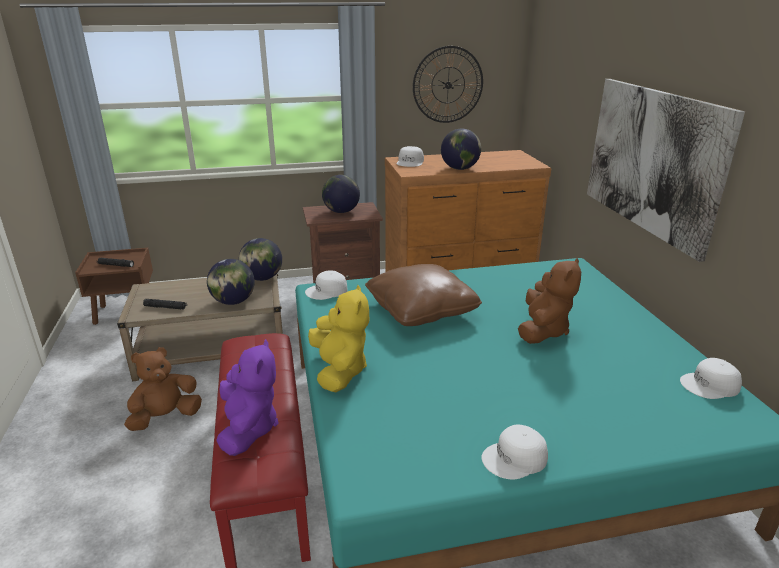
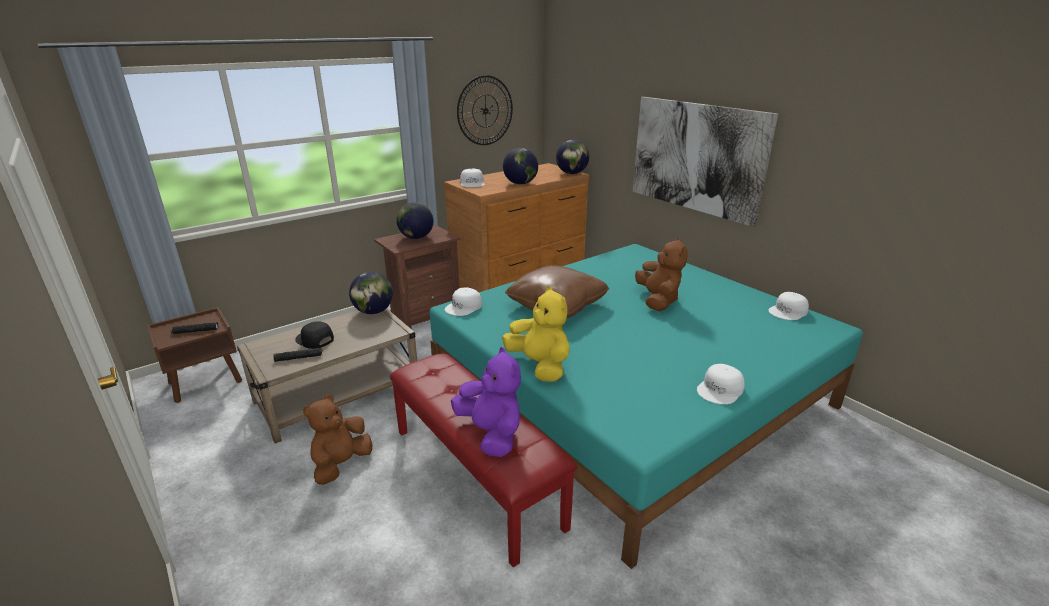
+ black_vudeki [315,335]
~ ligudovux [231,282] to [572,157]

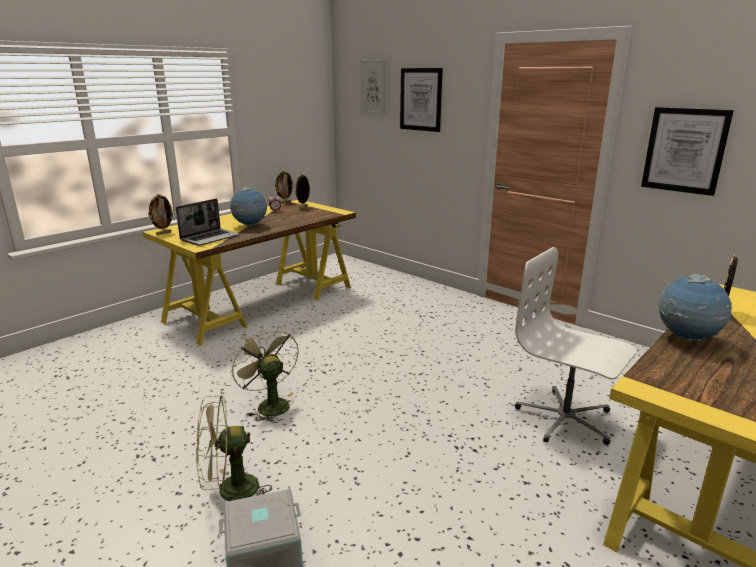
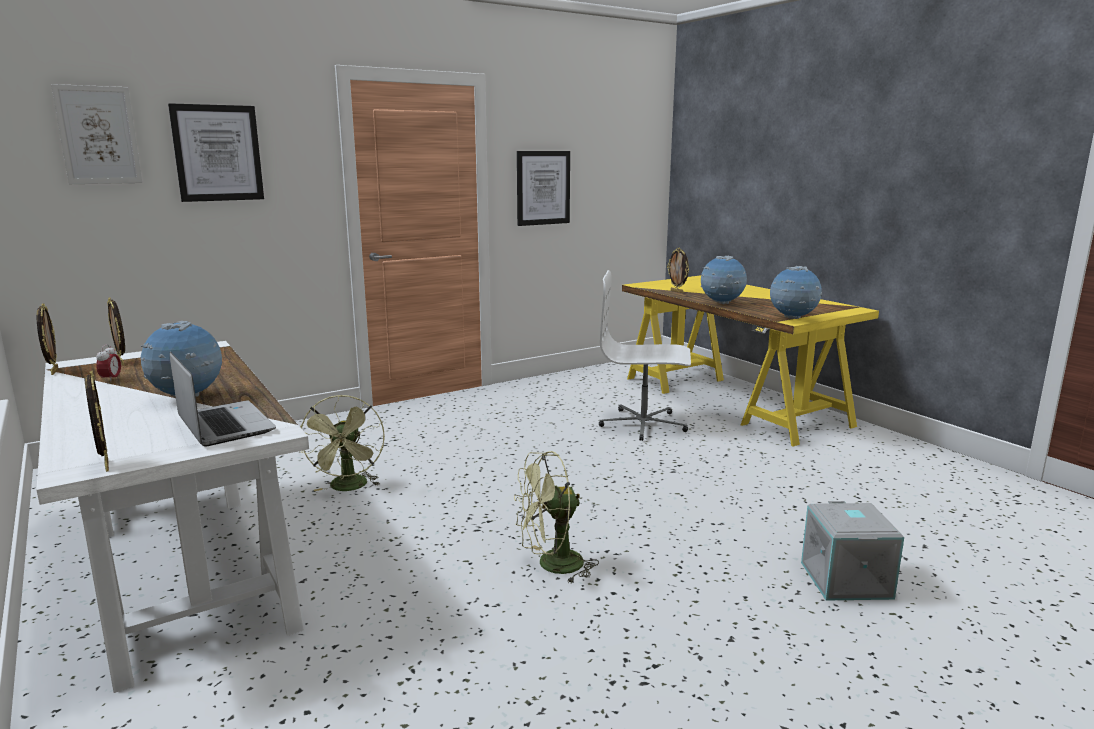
~ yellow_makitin [249,273] to white_makitin [172,517]
~ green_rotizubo [234,448] to [342,443]
~ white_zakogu [576,346] = [645,355] 45 degrees clockwise
+ ligudovux [796,292]

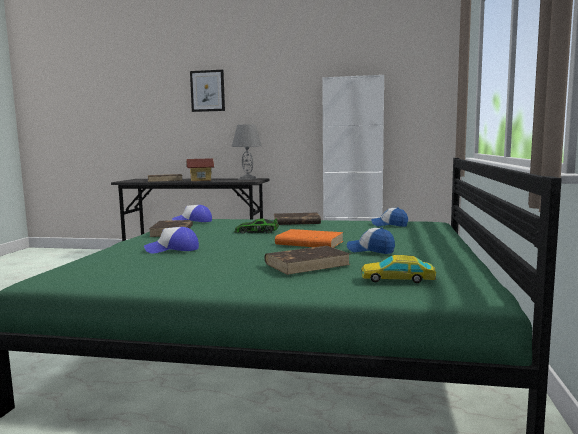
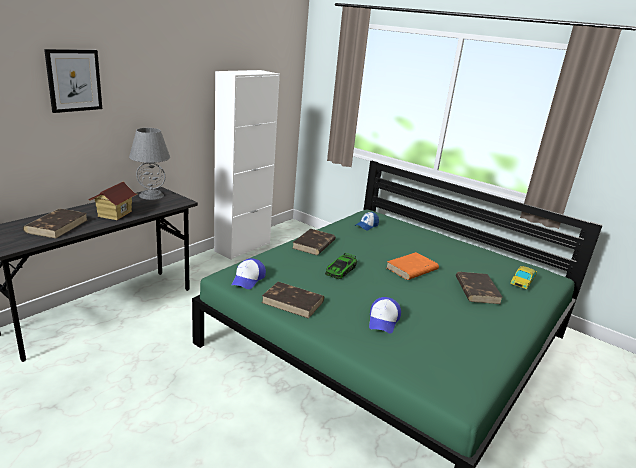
- vudeki [371,240]

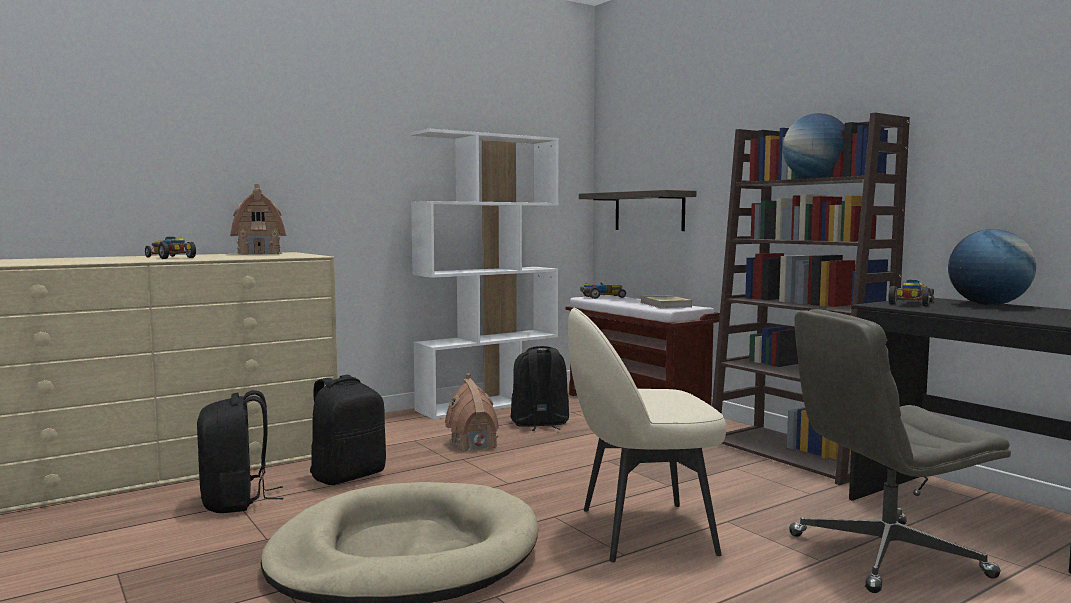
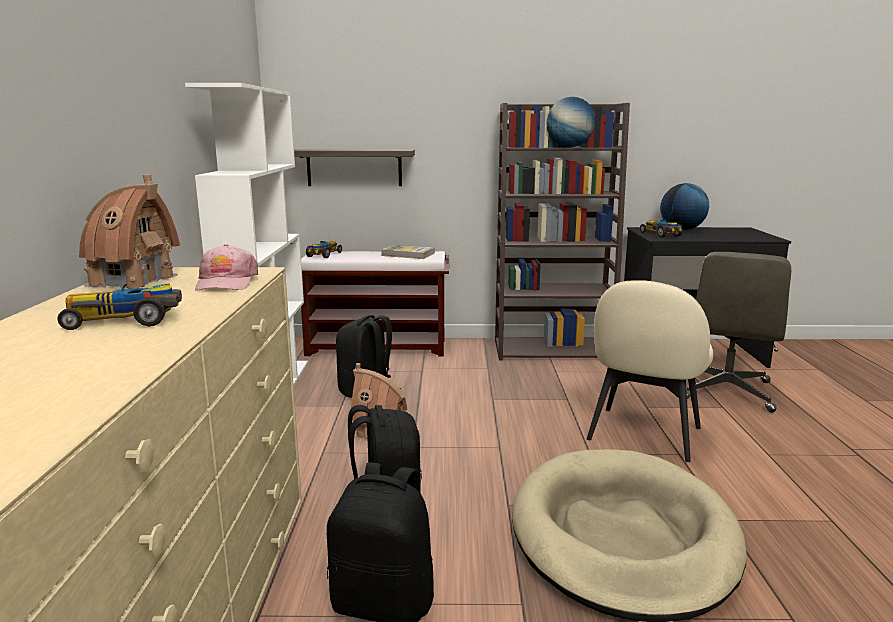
+ pink_vudeki [226,267]

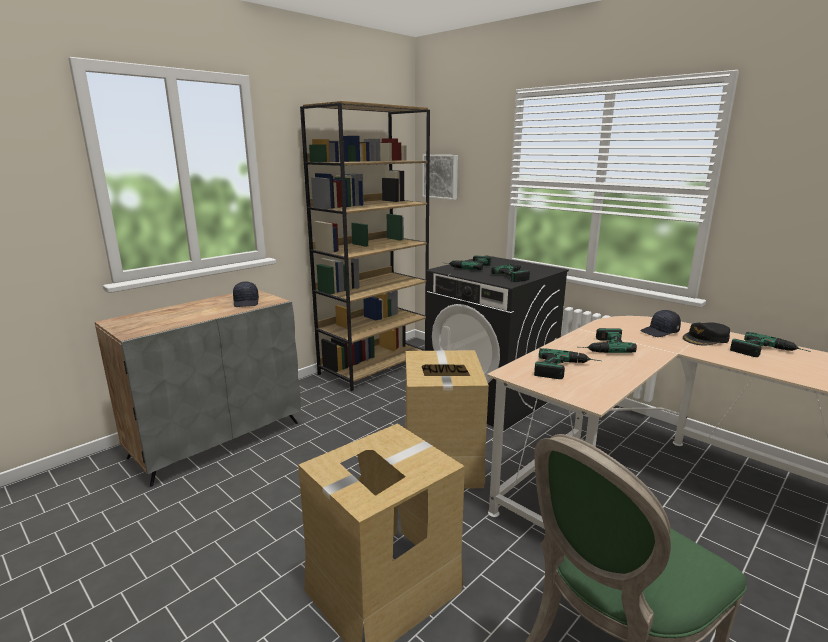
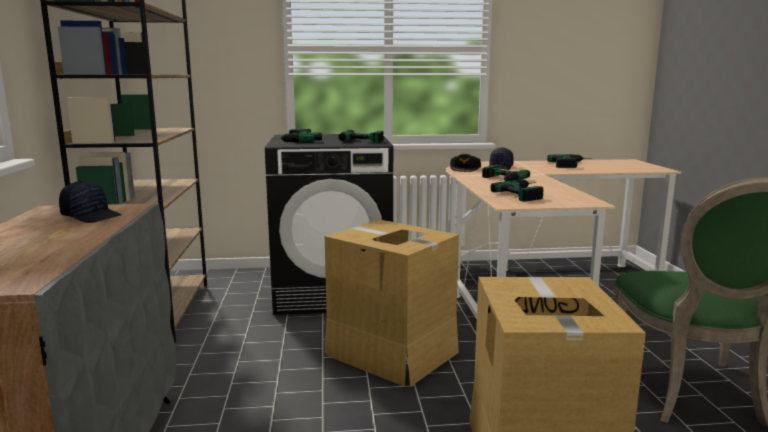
~ black_vudeki [706,333] to [465,163]
- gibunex [440,177]

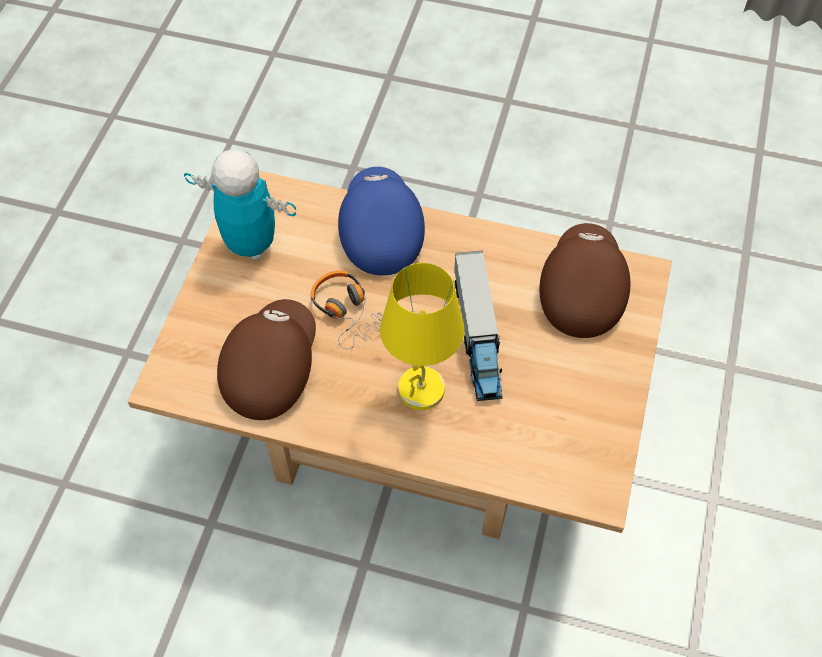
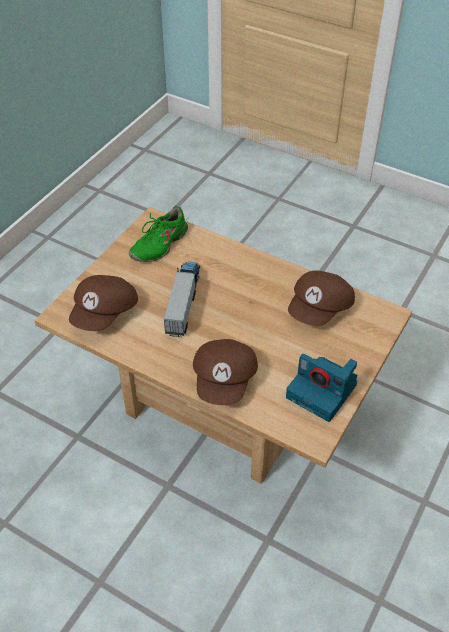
+ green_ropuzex [158,233]
~ blue_vudeki [381,221] to brown_vudeki [225,372]
~ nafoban [240,204] to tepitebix [321,388]
- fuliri [348,310]
- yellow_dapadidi [422,336]

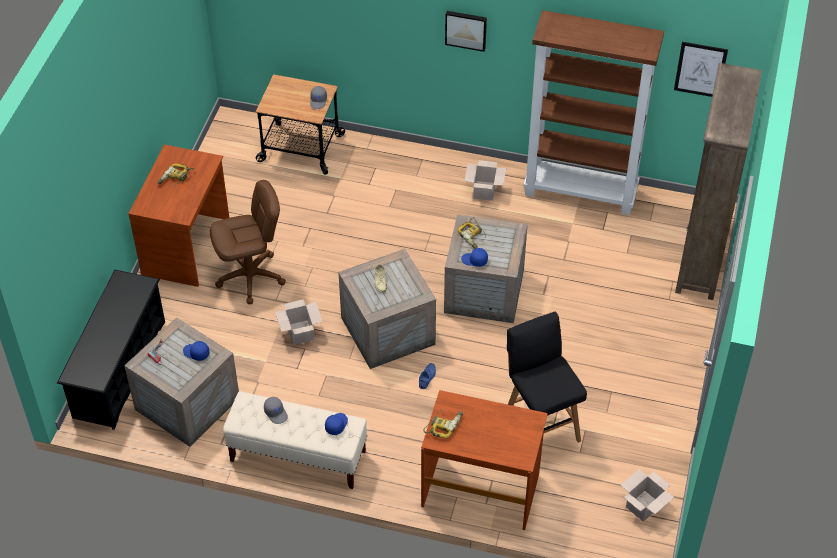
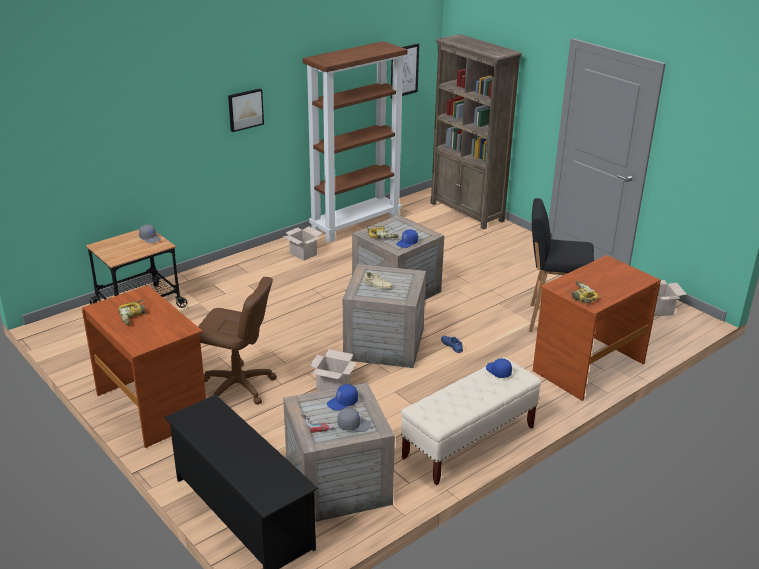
~ brown_zakogu [248,242] = [237,341] 90 degrees clockwise
~ grey_vudeki [276,410] to [354,420]

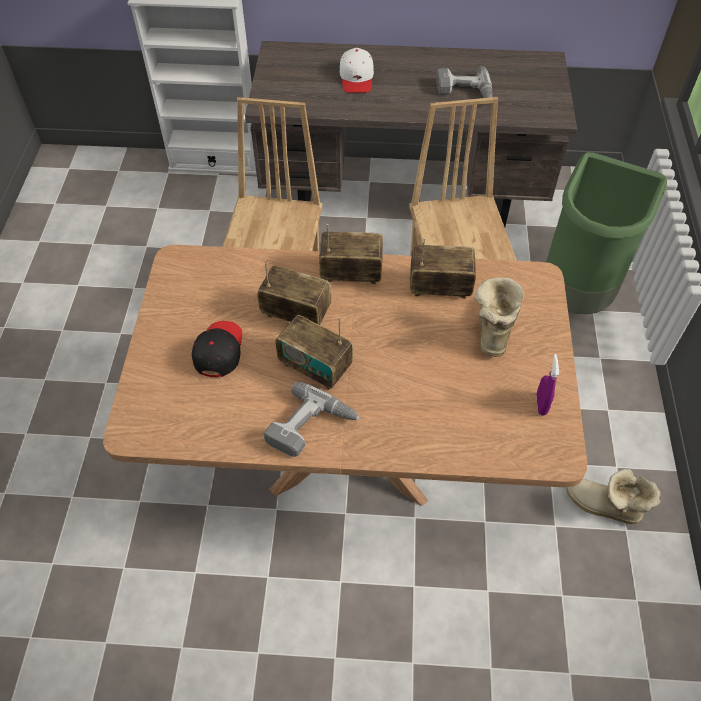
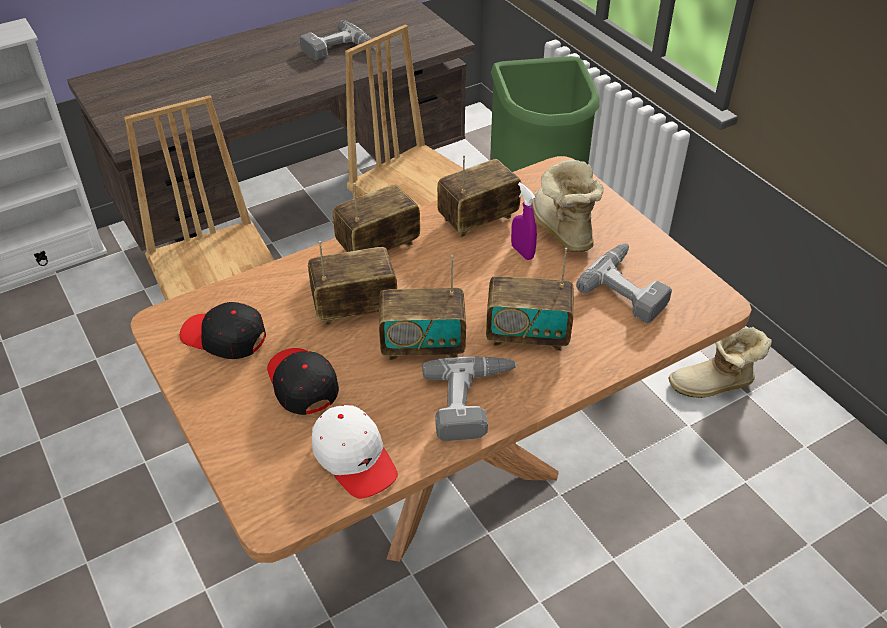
+ black_vudeki [223,330]
~ white_vudeki [357,70] to [355,452]
+ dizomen [529,299]
~ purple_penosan [548,385] to [524,221]
+ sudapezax [624,283]

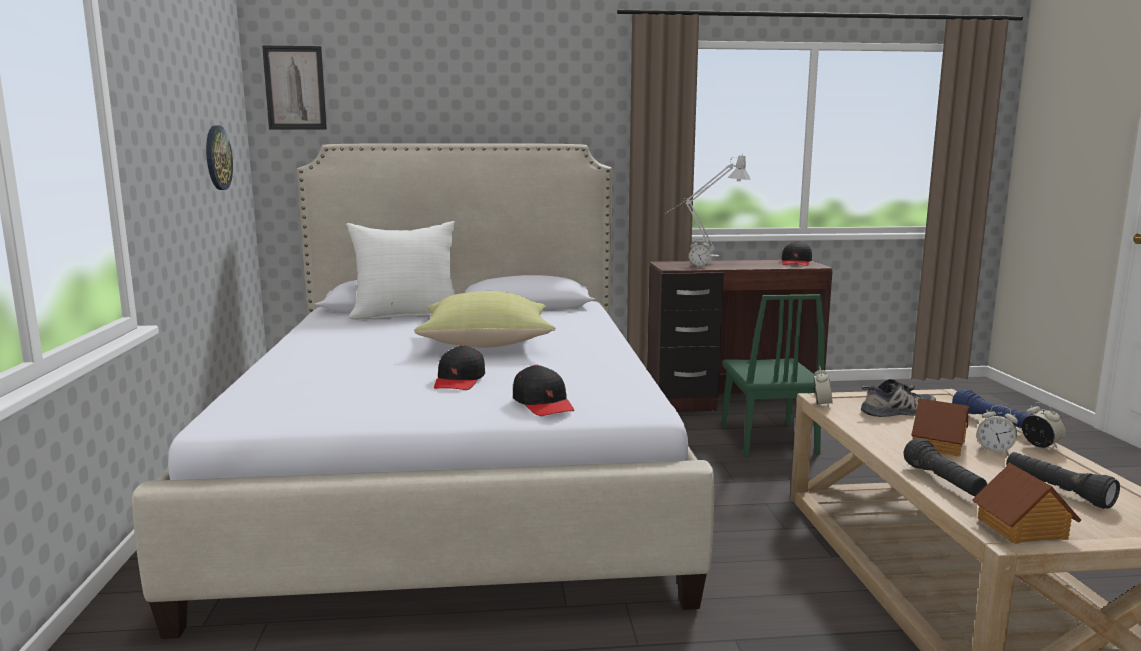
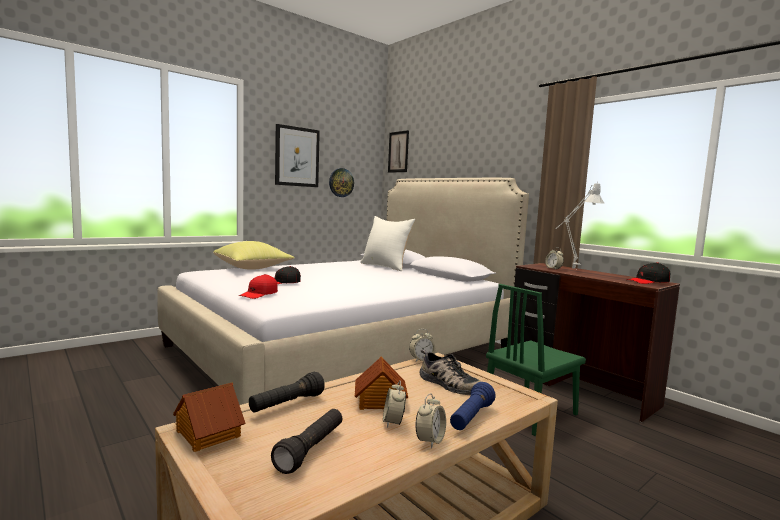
~ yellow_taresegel [485,319] to [254,255]
~ black_vudeki [543,390] to red_vudeki [258,286]
+ gibunex [297,155]

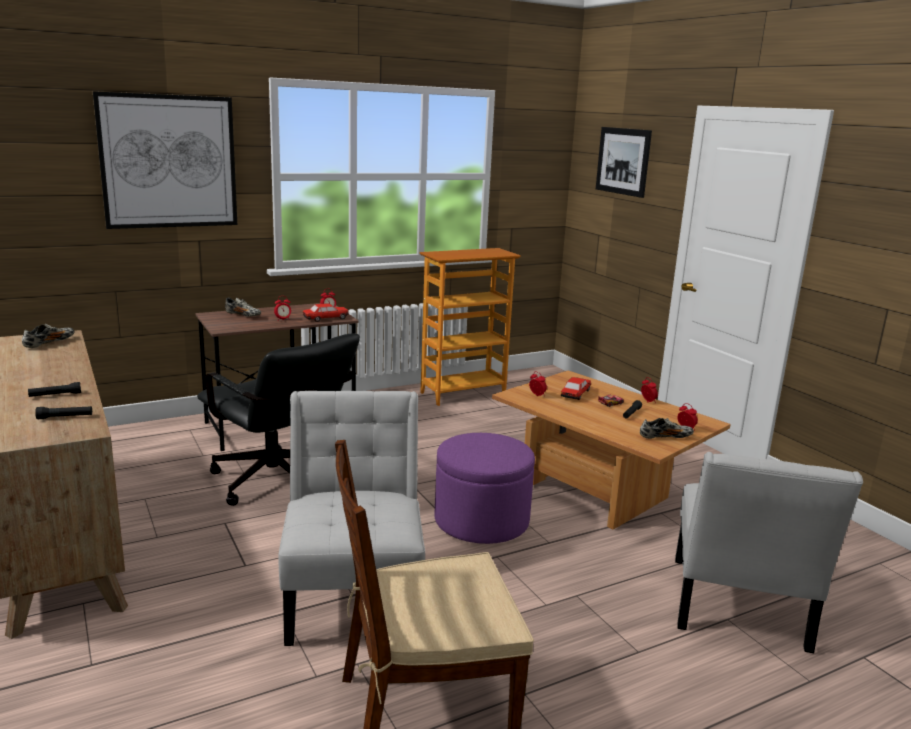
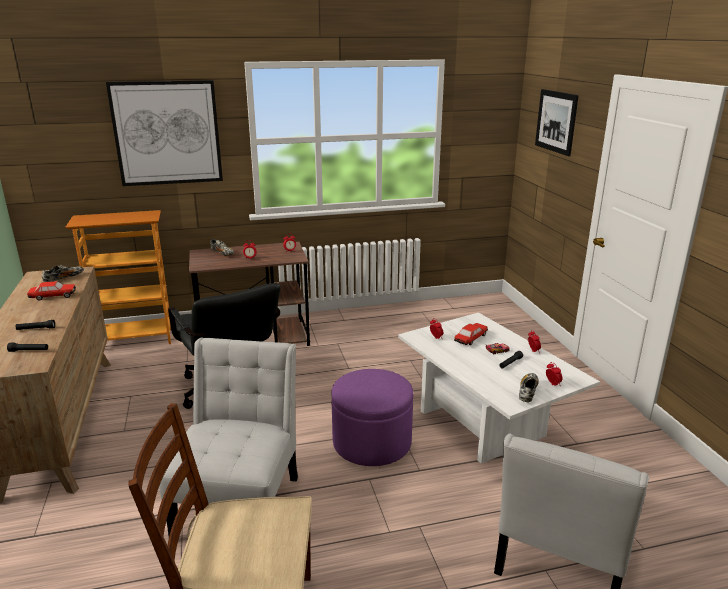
~ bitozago [326,312] to [51,291]
~ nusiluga [470,327] to [118,277]
~ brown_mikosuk [611,450] to white_mikosuk [499,388]
~ ropuzex [667,428] = [529,387] 75 degrees counterclockwise

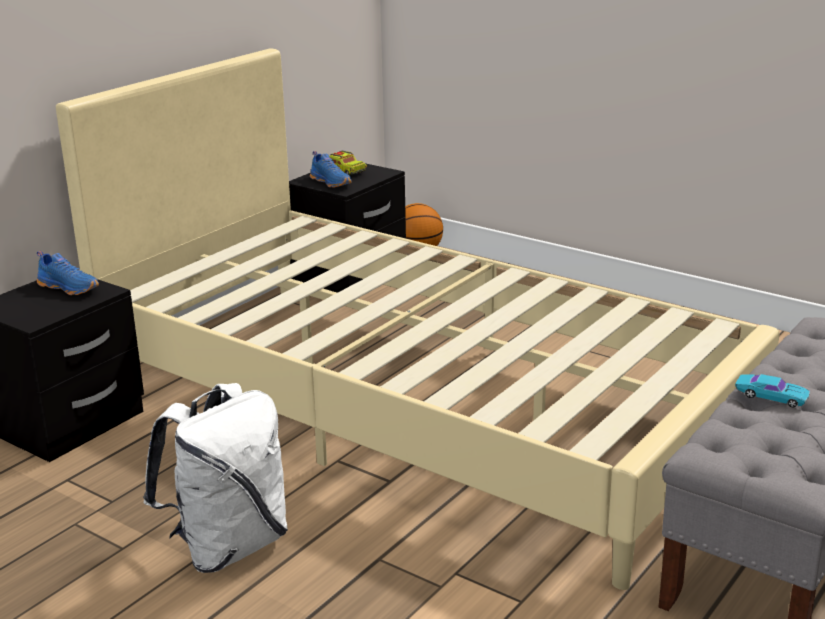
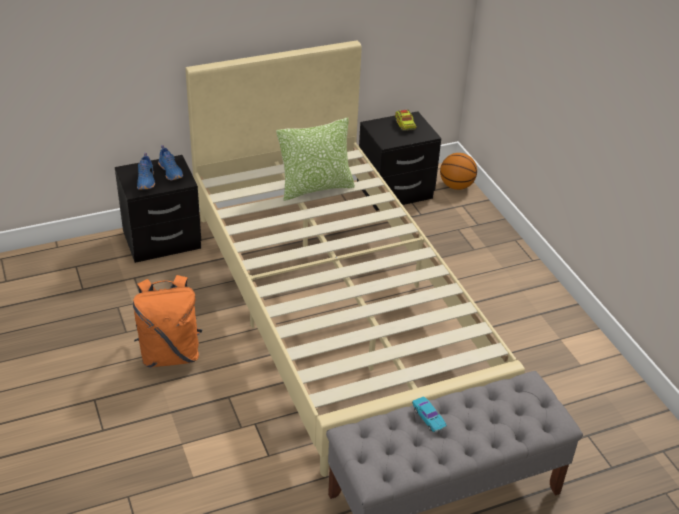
~ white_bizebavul [215,478] to orange_bizebavul [168,321]
~ blue_ropuzex [331,169] to [146,171]
+ taresegel [315,159]

